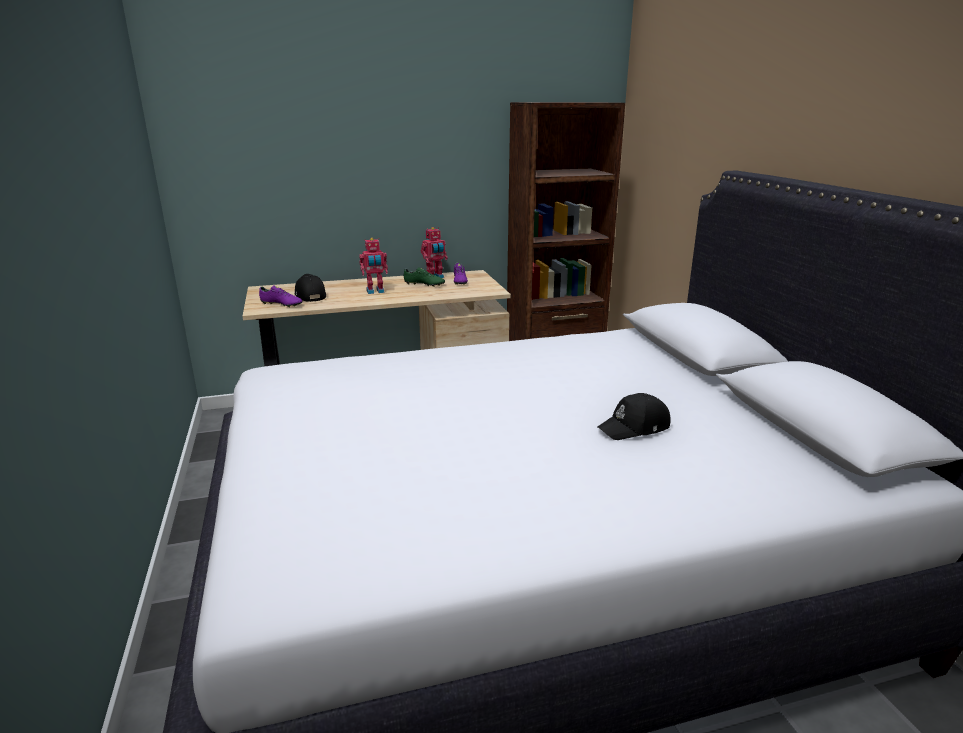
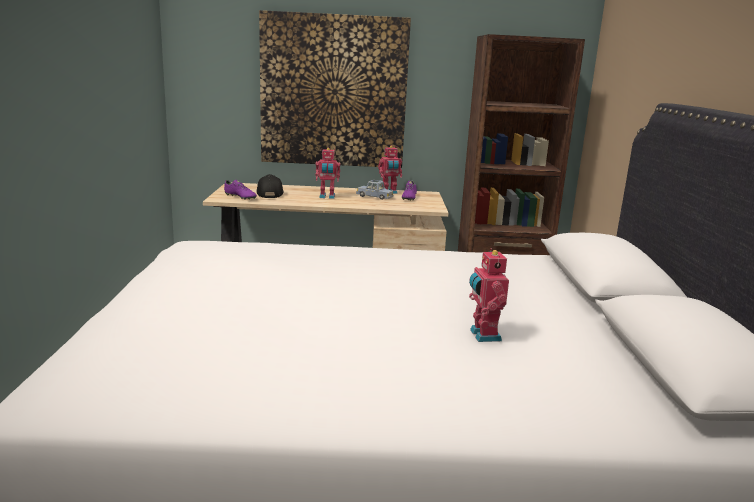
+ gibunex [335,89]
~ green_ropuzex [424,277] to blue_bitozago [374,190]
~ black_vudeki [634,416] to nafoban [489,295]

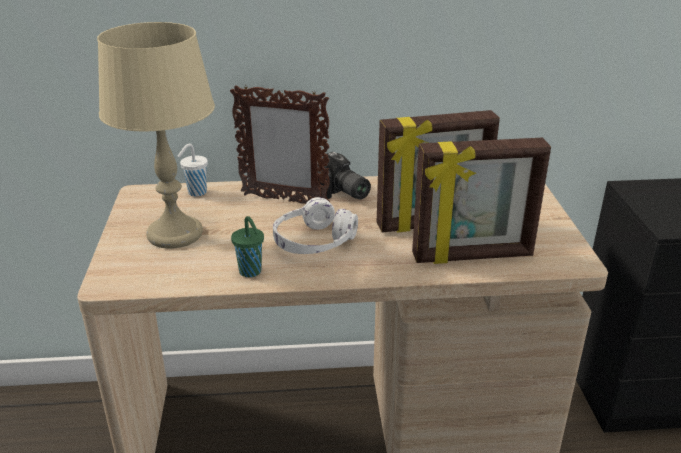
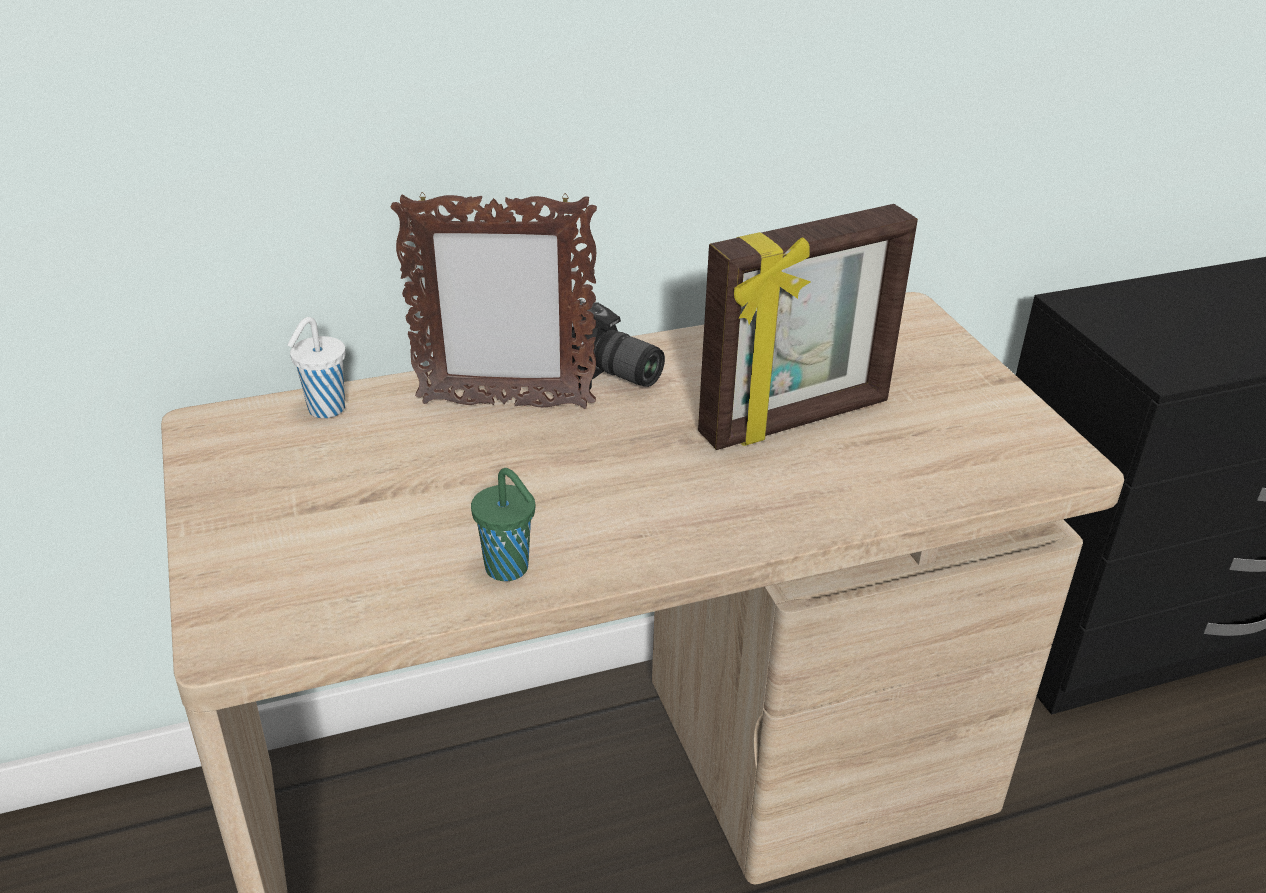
- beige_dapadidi [156,135]
- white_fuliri [315,225]
- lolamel [481,201]

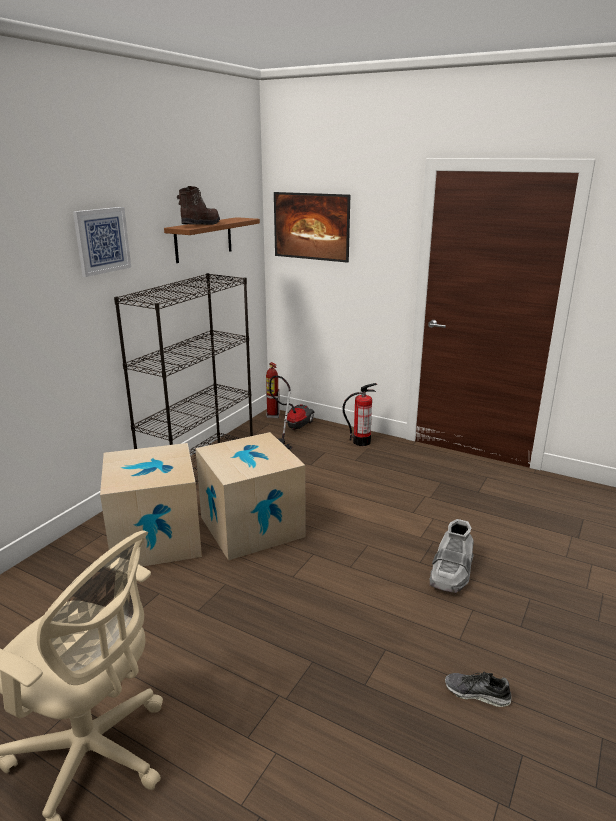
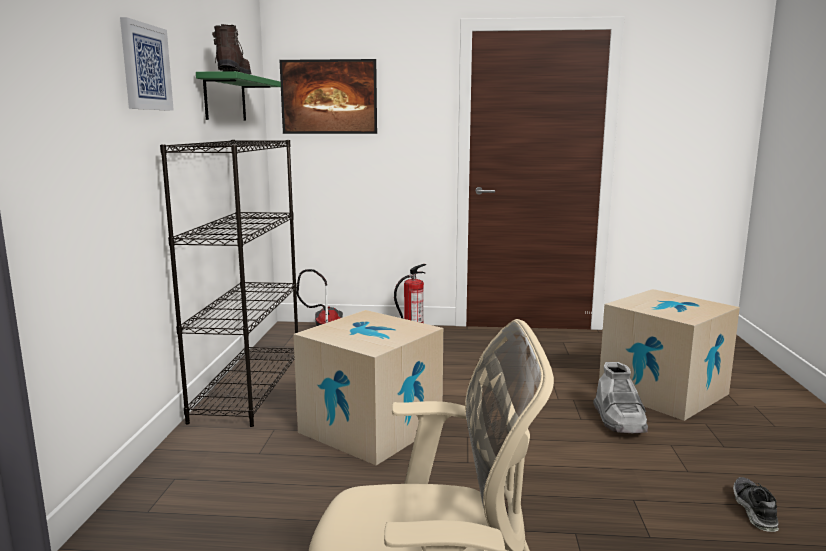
~ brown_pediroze [212,240] to green_pediroze [238,96]
~ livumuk [151,504] to [669,355]
~ ropuzex [478,689] = [756,504] 105 degrees clockwise
- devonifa [273,390]

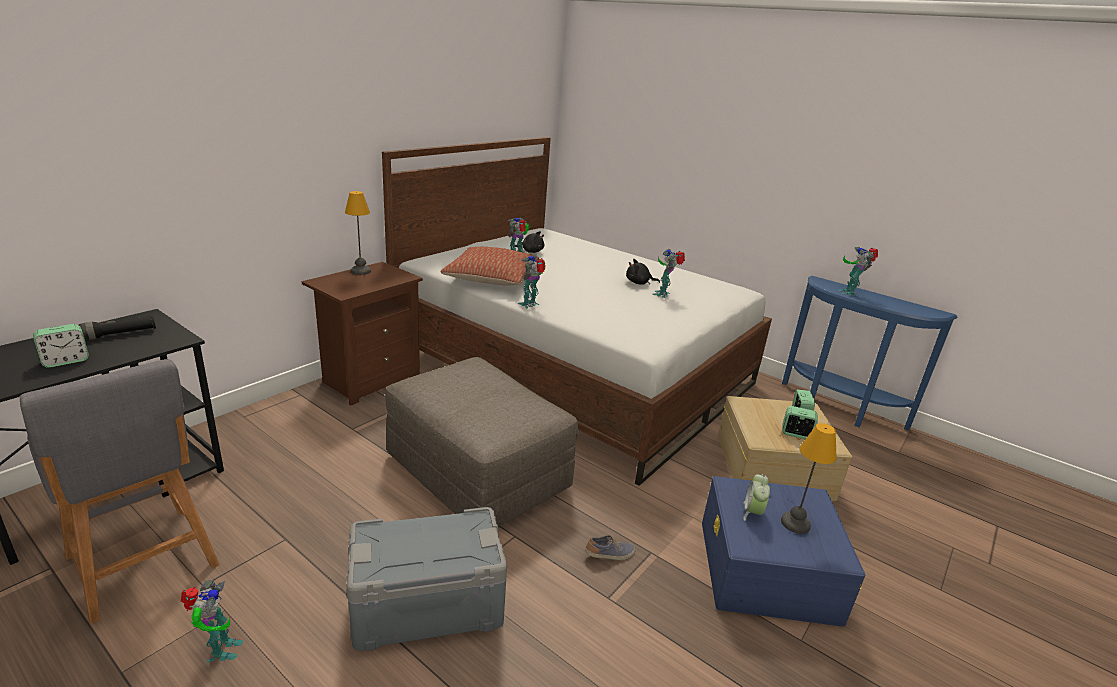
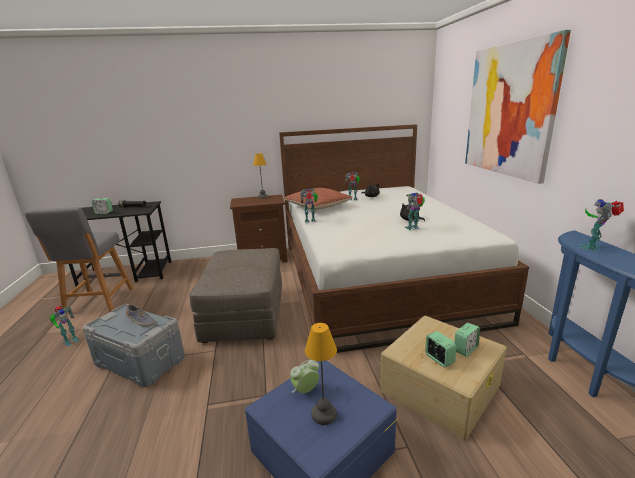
~ ropuzex [610,547] to [141,315]
+ gibunex [518,107]

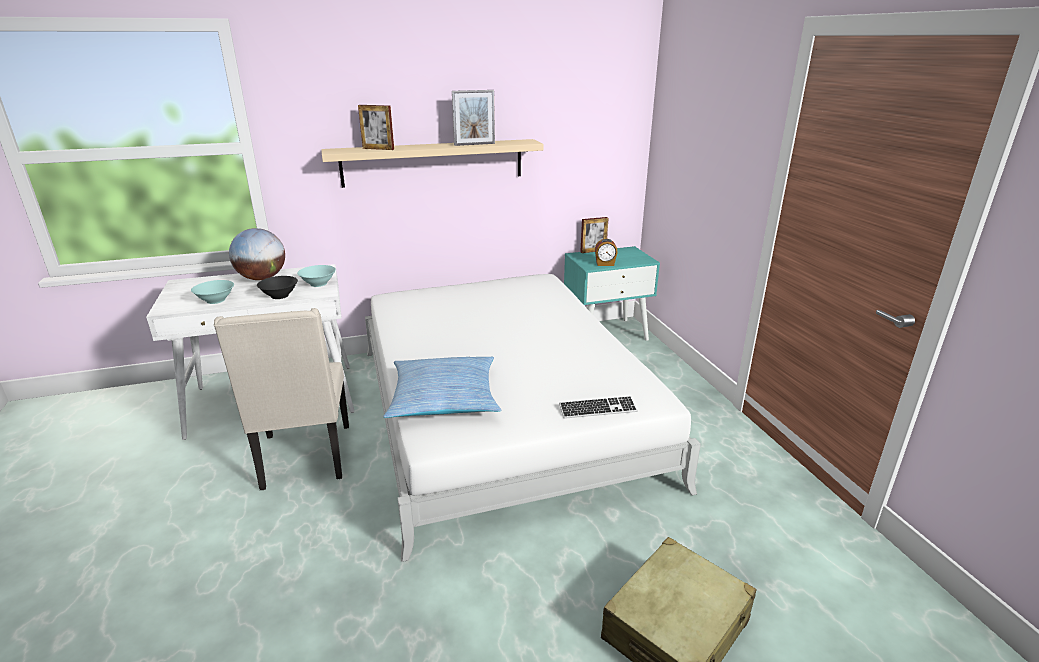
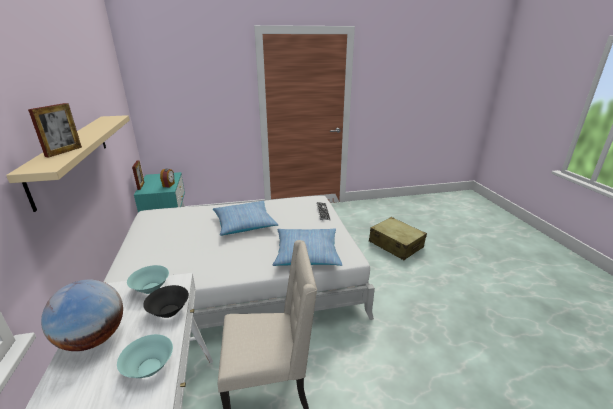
+ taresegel [246,218]
- lolamel [473,118]

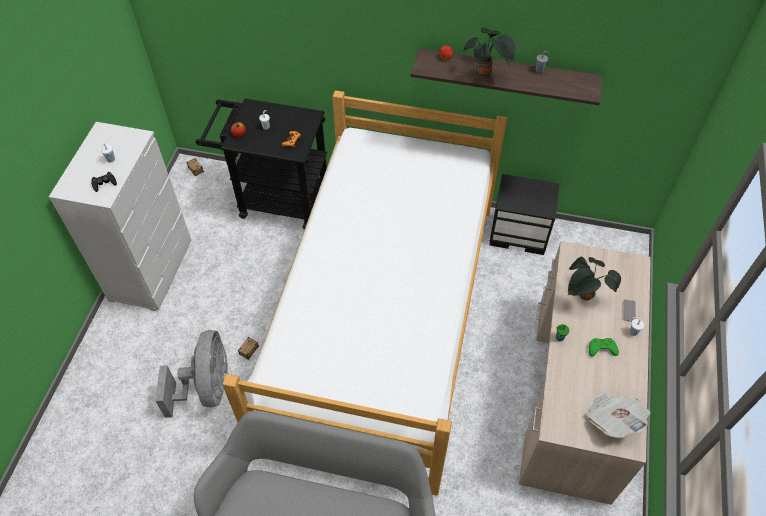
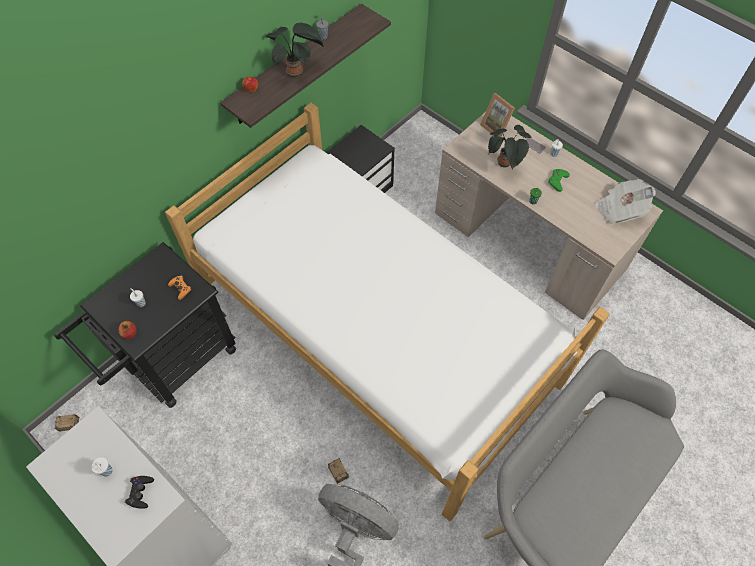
+ lolamel [497,115]

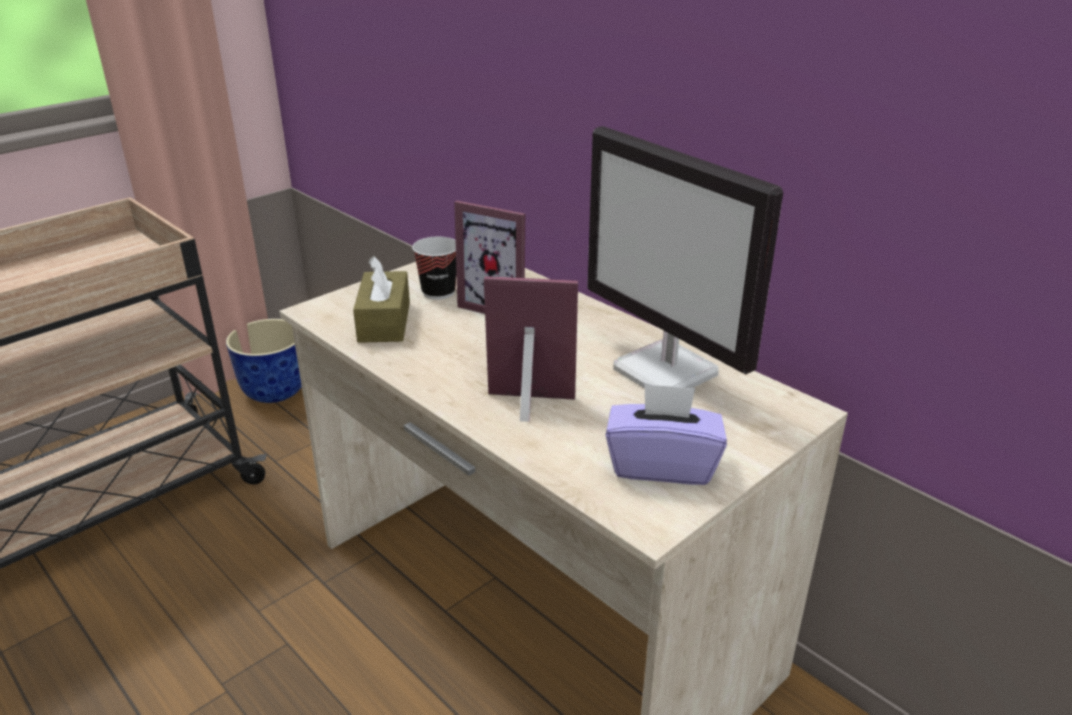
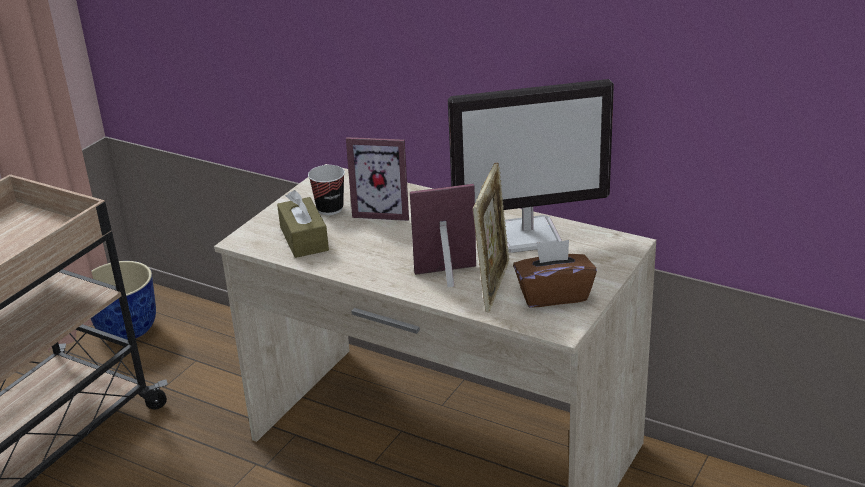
~ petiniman [685,257] = [531,166] 45 degrees counterclockwise
+ lolamel [491,237]
~ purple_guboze [666,434] to brown_guboze [555,274]

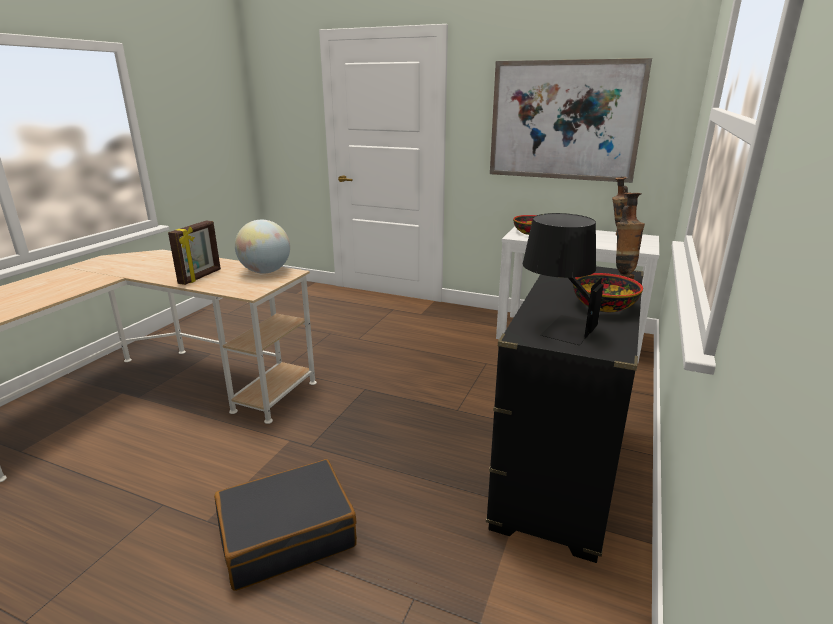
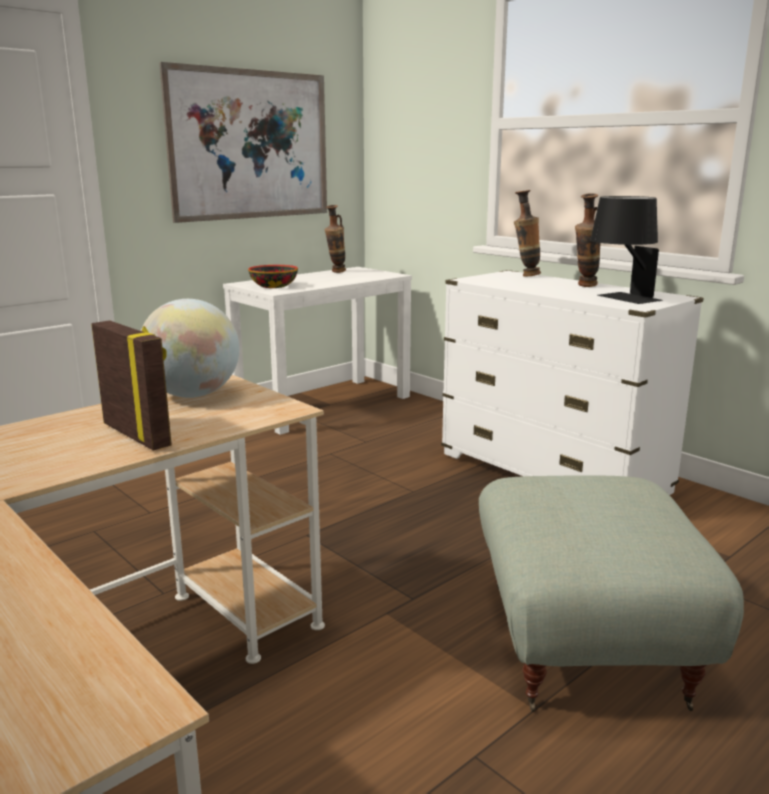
~ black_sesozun [565,414] to white_sesozun [572,382]
~ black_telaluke [285,525] to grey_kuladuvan [611,594]
~ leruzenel [608,292] to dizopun [587,240]

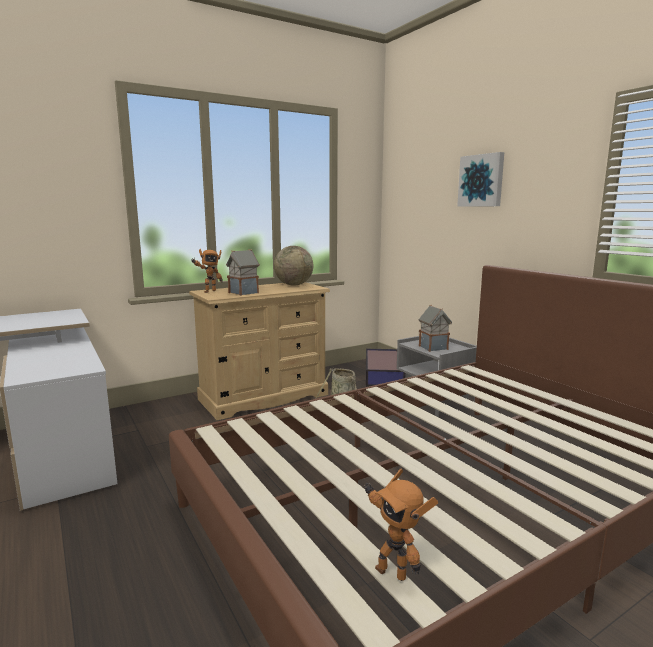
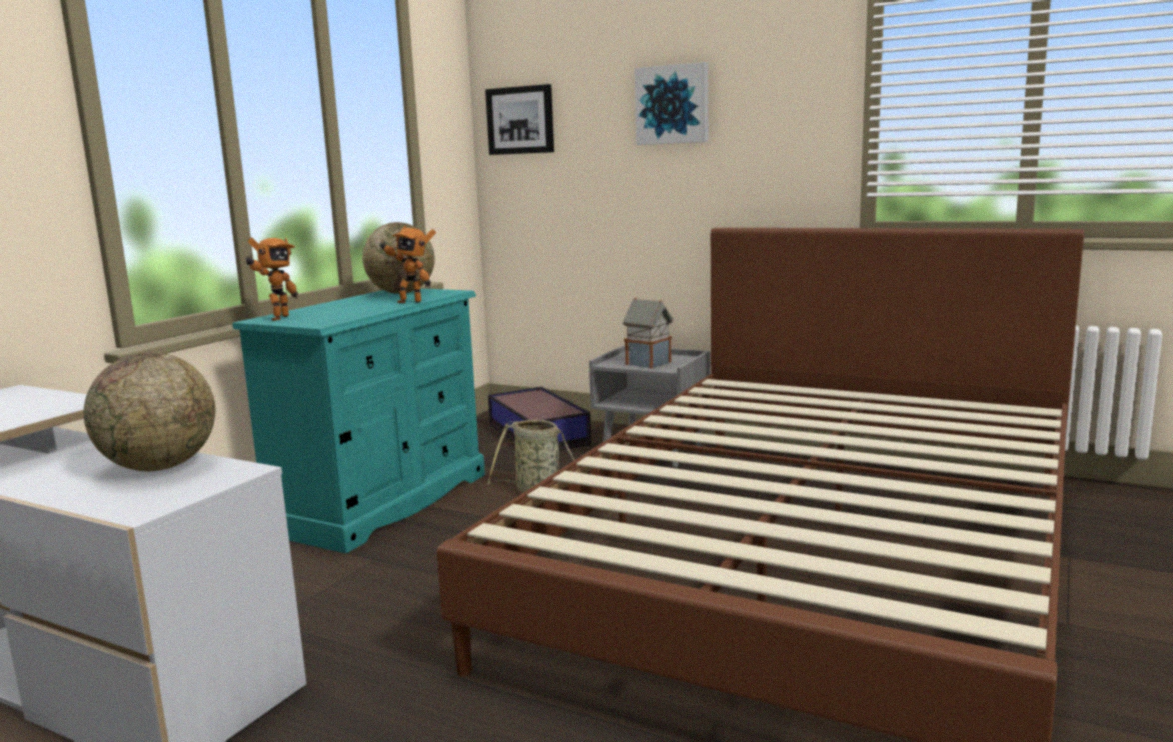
+ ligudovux [149,411]
~ beige_sesozun [259,351] to turquoise_sesozun [359,420]
~ nafoban [400,525] to [407,264]
+ gibunex [519,119]
- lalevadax [243,272]

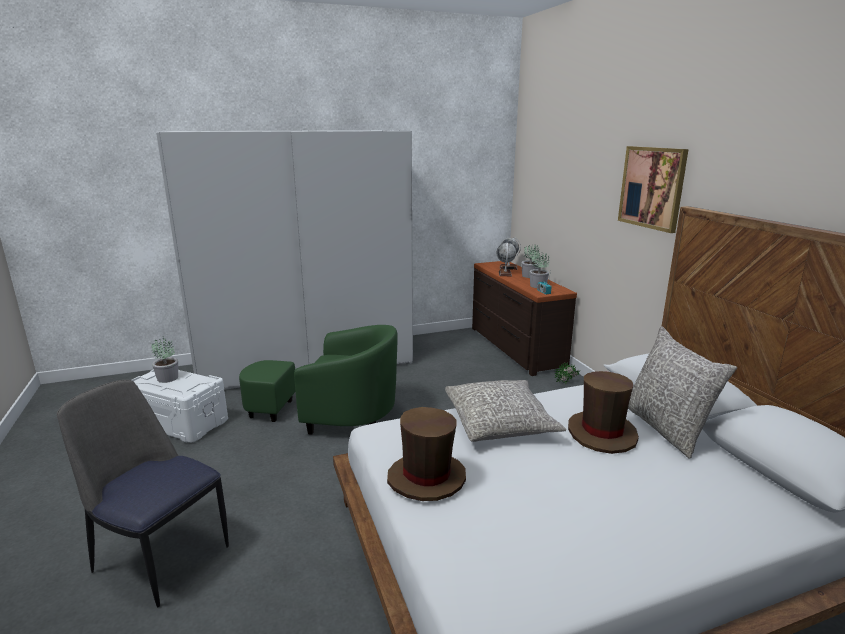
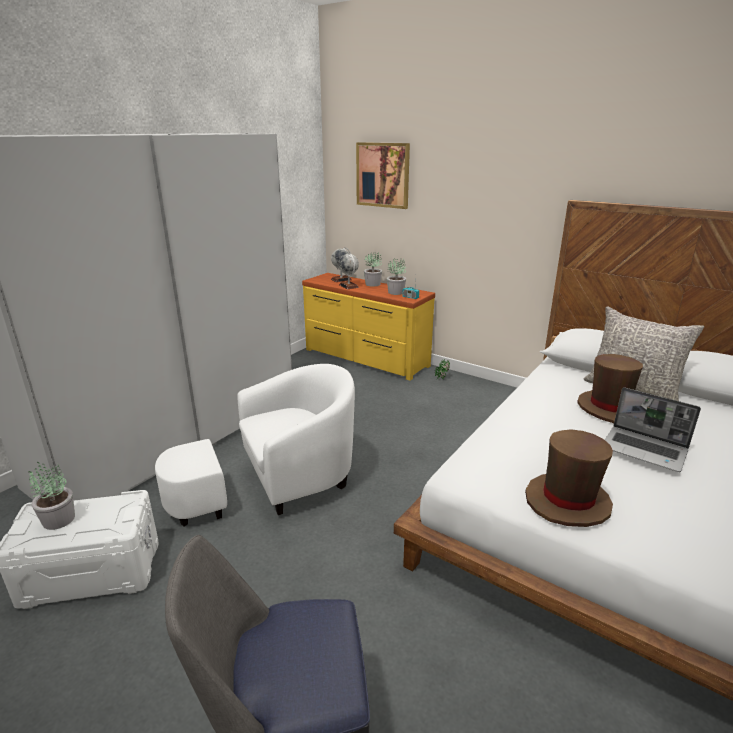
~ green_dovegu [318,380] to white_dovegu [255,445]
~ brown_sesozun [524,318] to yellow_sesozun [368,327]
~ gibunex [653,189] to [383,175]
+ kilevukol [653,429]
- grey_taresegel [505,411]

